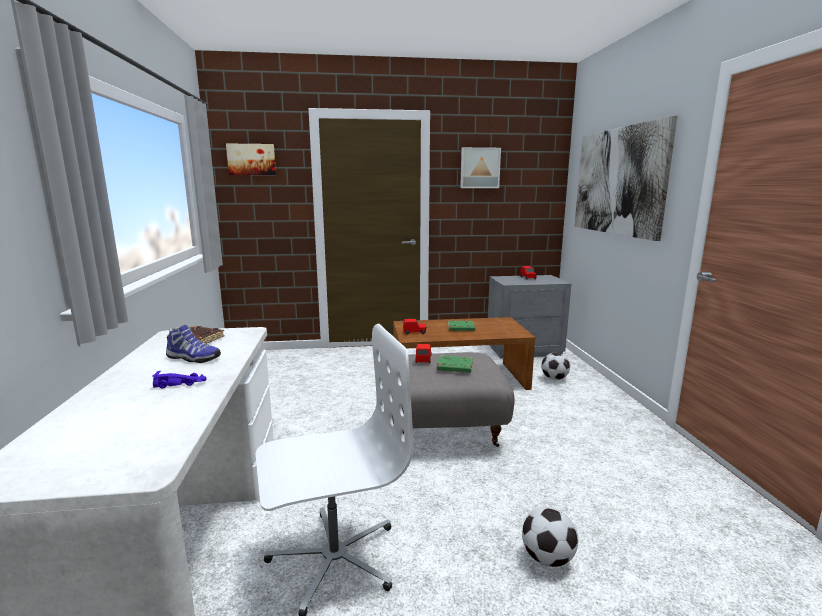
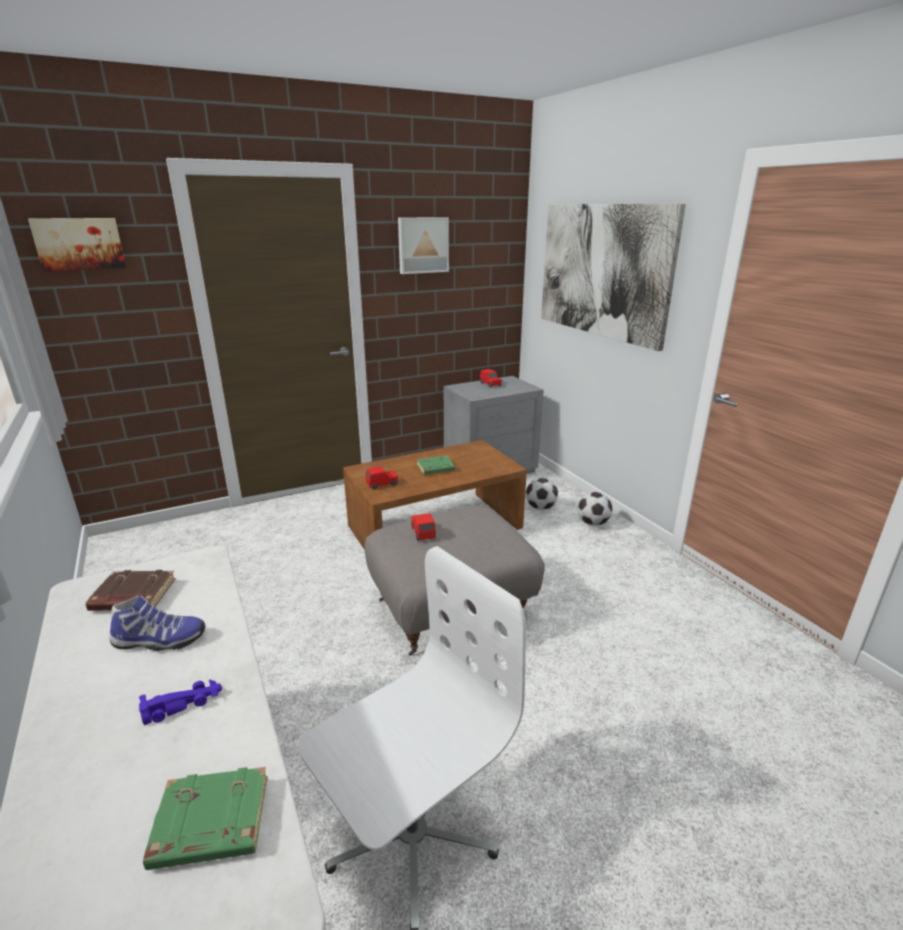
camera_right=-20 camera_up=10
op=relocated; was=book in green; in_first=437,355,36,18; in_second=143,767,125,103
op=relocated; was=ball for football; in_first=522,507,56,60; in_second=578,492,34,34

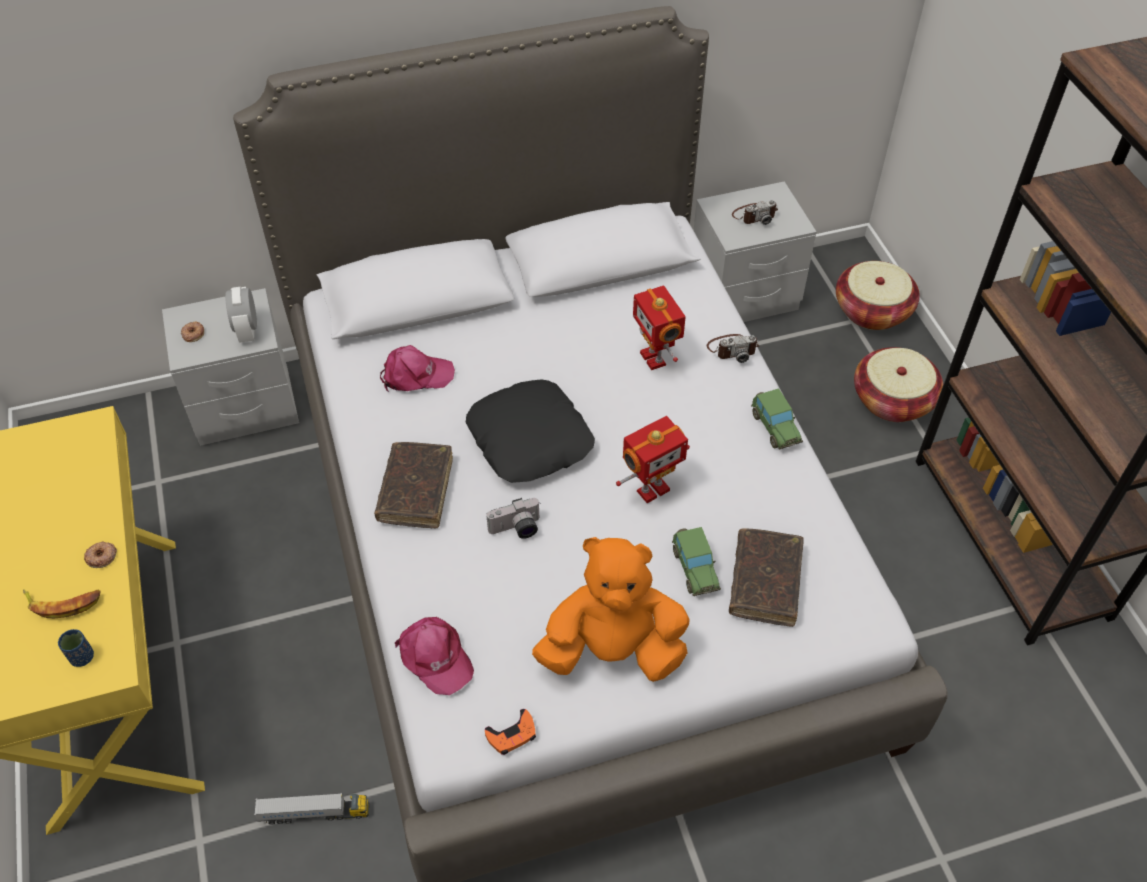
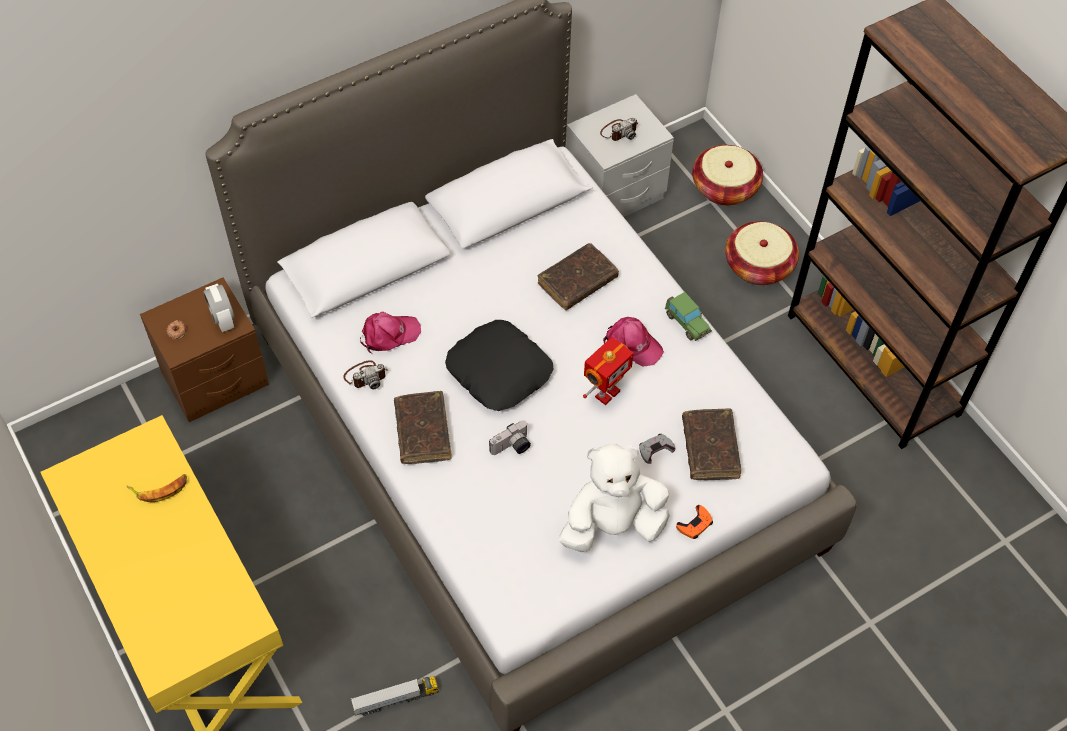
camera_right=-15 camera_up=5
op=relocated; was=whole banana; in_first=23,589,78,29; in_second=127,474,60,28
op=colour; was=nightstand in gray; now=nightstand in brown; in_first=162,288,137,158; in_second=140,277,129,145
op=relocated; was=still camera; in_first=707,334,53,29; in_second=343,360,45,30
op=exchanged; was=toy robot; now=book in brown; in_first=633,285,53,85; in_second=538,243,81,67
op=colour; was=plush toy in orangey; now=plush toy in whitish; in_first=532,537,158,145; in_second=559,444,111,108
op=relocated; was=baseball cap in pink-coloured; in_first=395,617,79,78; in_second=603,317,61,50
op=exchanged; was=model car; now=gamepad in gray; in_first=672,527,49,69; in_second=639,434,36,30
op=relocated; was=gamepad in orangey; in_first=485,709,51,46; in_second=676,505,37,34
op=missing; was=cup in blue; in_first=58,629,36,38
op=missing; was=ring doughnut; in_first=84,542,33,26

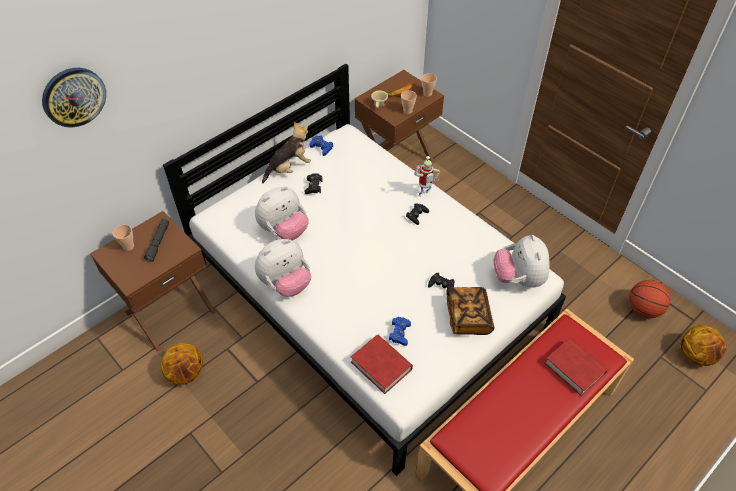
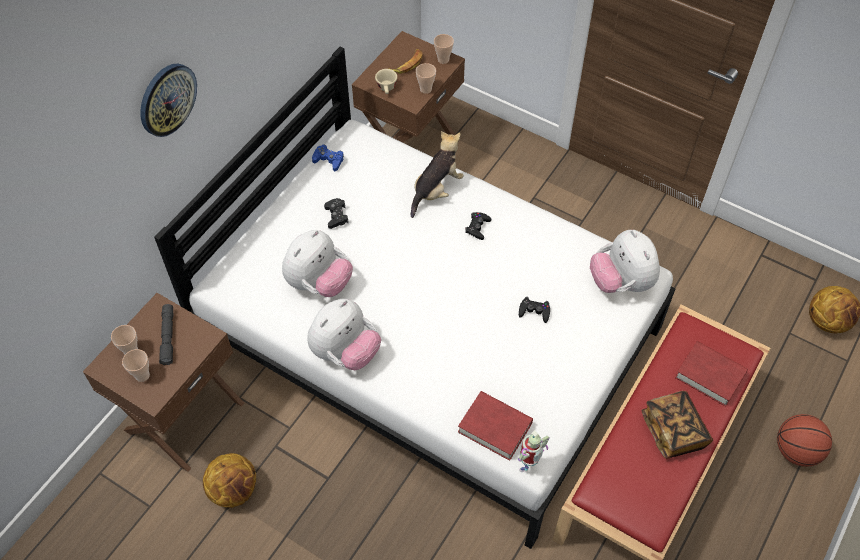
camera_right=-15 camera_up=5
op=appeared; now=cup; in_second=122,349,28,33
op=relocated; was=wall clock; in_first=42,68,64,60; in_second=140,64,57,73
op=relocated; was=plush toy; in_first=262,122,49,61; in_second=411,131,53,87
op=relocated; was=toy robot; in_first=414,156,26,41; in_second=518,430,32,42
op=relocated; was=book; in_first=447,287,47,48; in_second=642,391,71,68
op=relocated; was=basketball ball; in_first=629,280,42,38; in_second=777,414,55,53
op=missing; was=gamepad in blue; in_first=389,317,22,29

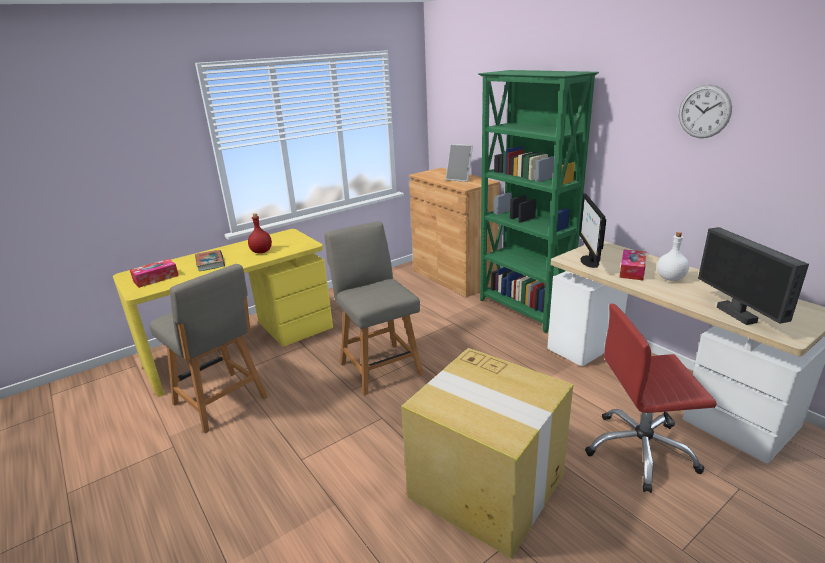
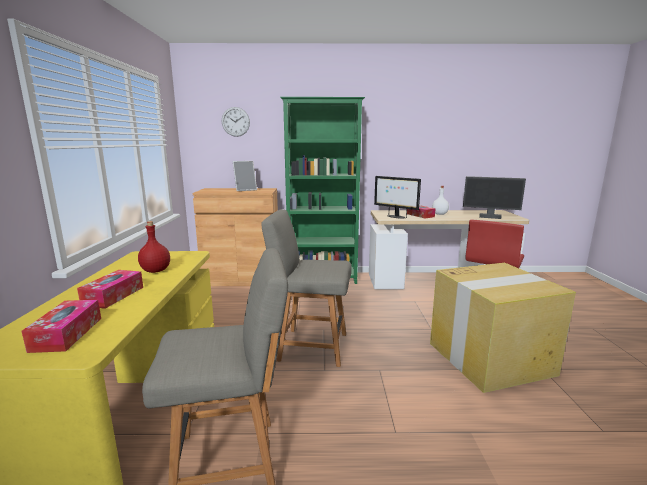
camera_right=-55 camera_up=-10
op=exchanged; was=book; now=tissue holder; in_first=195,250,30,21; in_second=77,270,66,39
op=relocated; was=wall clock; in_first=679,85,53,53; in_second=222,107,28,30

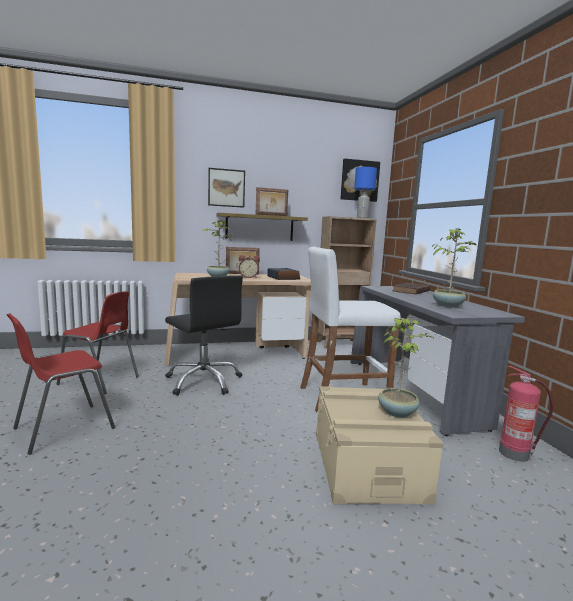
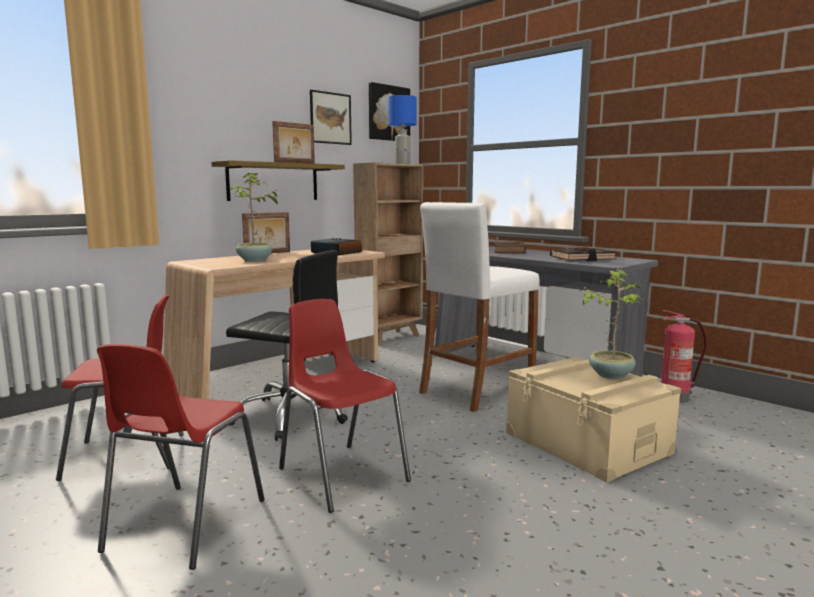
camera_right=-30 camera_up=0
op=appeared; now=upright chair in red-coloured; in_second=279,299,132,214
op=relocated; was=picture; in_first=208,168,37,40; in_second=310,90,42,55
op=exchanged; was=potted plant; now=book in black; in_first=432,229,44,79; in_second=550,247,66,14
op=missing; was=bedside clock; in_first=239,255,21,23

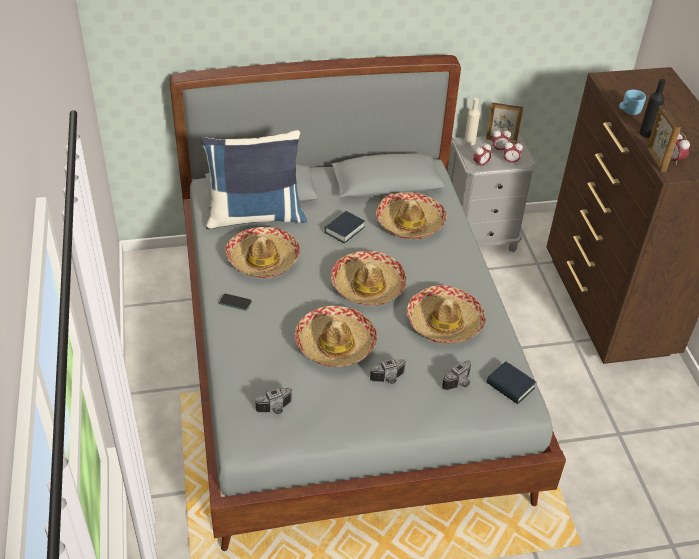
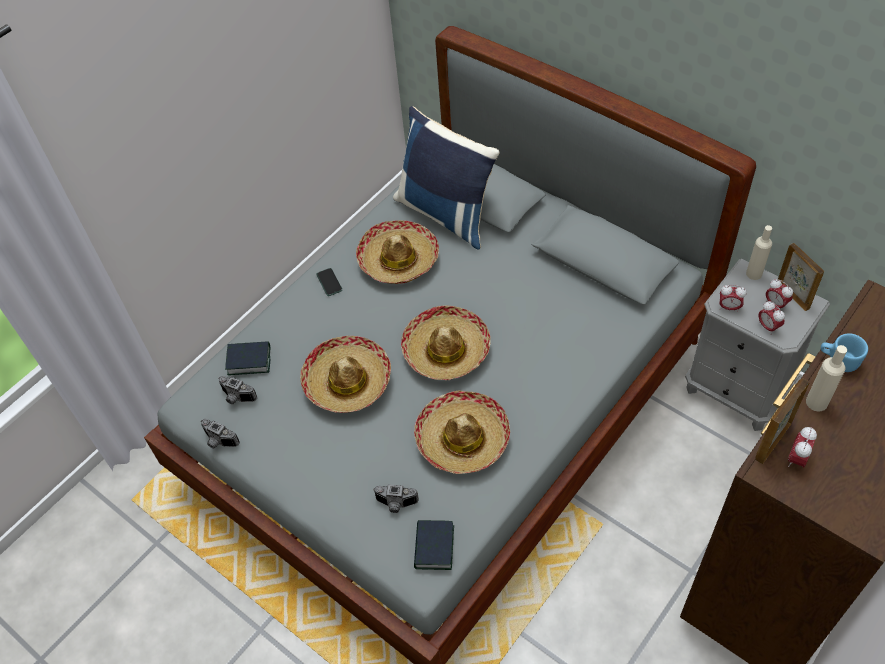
camera_right=55 camera_up=10
op=relocated; was=still camera; in_first=370,359,36,25; in_second=201,419,39,30
op=relocated; was=book; in_first=324,211,41,32; in_second=225,341,46,34
op=colour; was=bottle in black; now=bottle in beige-coloured; in_first=639,79,27,59; in_second=806,345,41,67
op=missing; was=hat; in_first=376,192,71,47

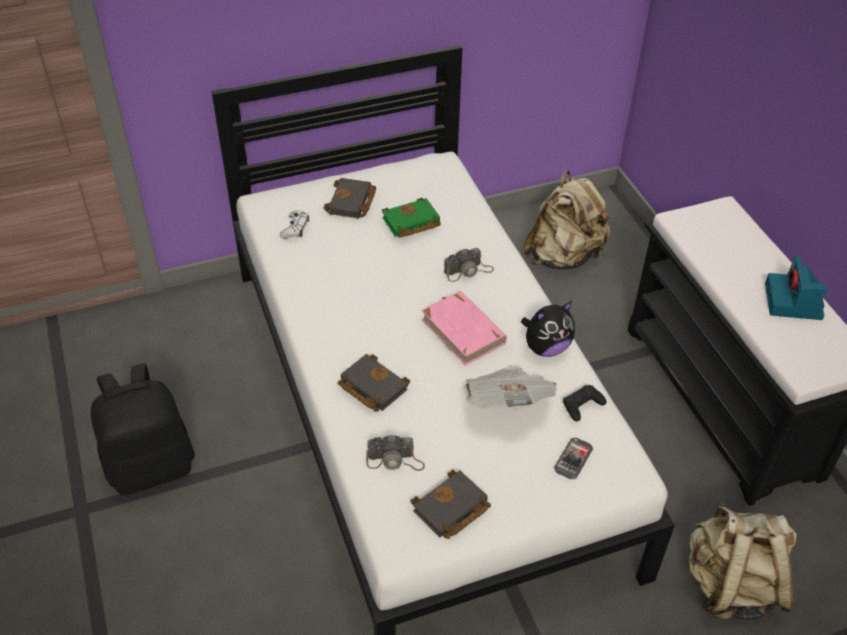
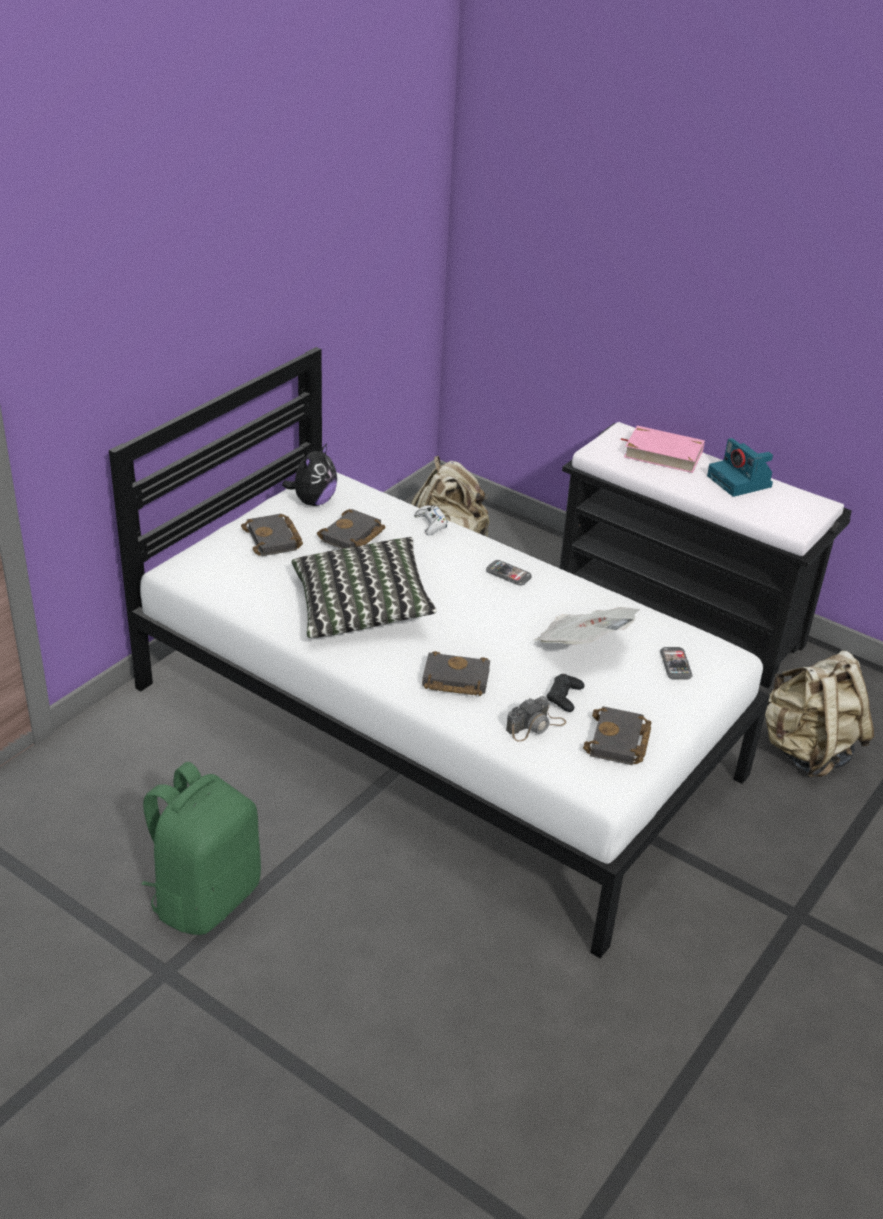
camera_right=-35 camera_up=-10
op=colour; was=rucksack in black; now=rucksack in green; in_first=91,364,104,131; in_second=141,762,120,173
op=relocated; was=plush toy; in_first=521,301,54,56; in_second=282,443,55,63
op=appeared; now=pillow; in_second=292,537,145,101
op=colour; was=book in green; now=book in black; in_first=382,198,59,40; in_second=317,509,69,40
op=relocated; was=gamepad in whitish; in_first=280,210,29,29; in_second=414,505,34,30
op=appeared; now=phone; in_second=486,560,46,26
op=relocated; was=gamepad in black; in_first=563,385,43,36; in_second=547,674,37,38
op=relocated; was=book in pink-coloured; in_first=421,291,86,75; in_second=620,426,85,47
op=missing; was=still camera; in_first=444,248,50,34

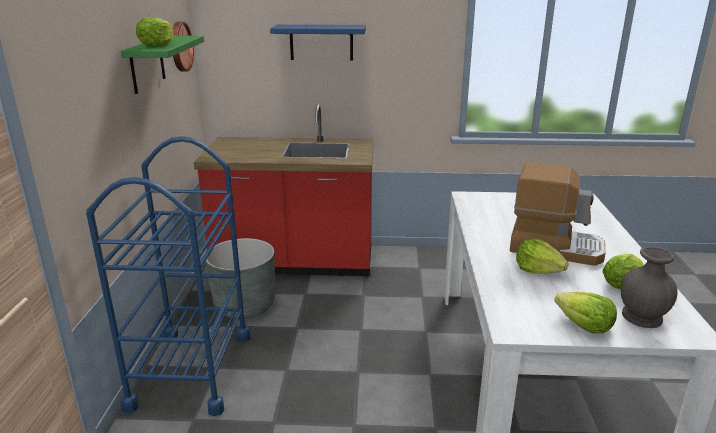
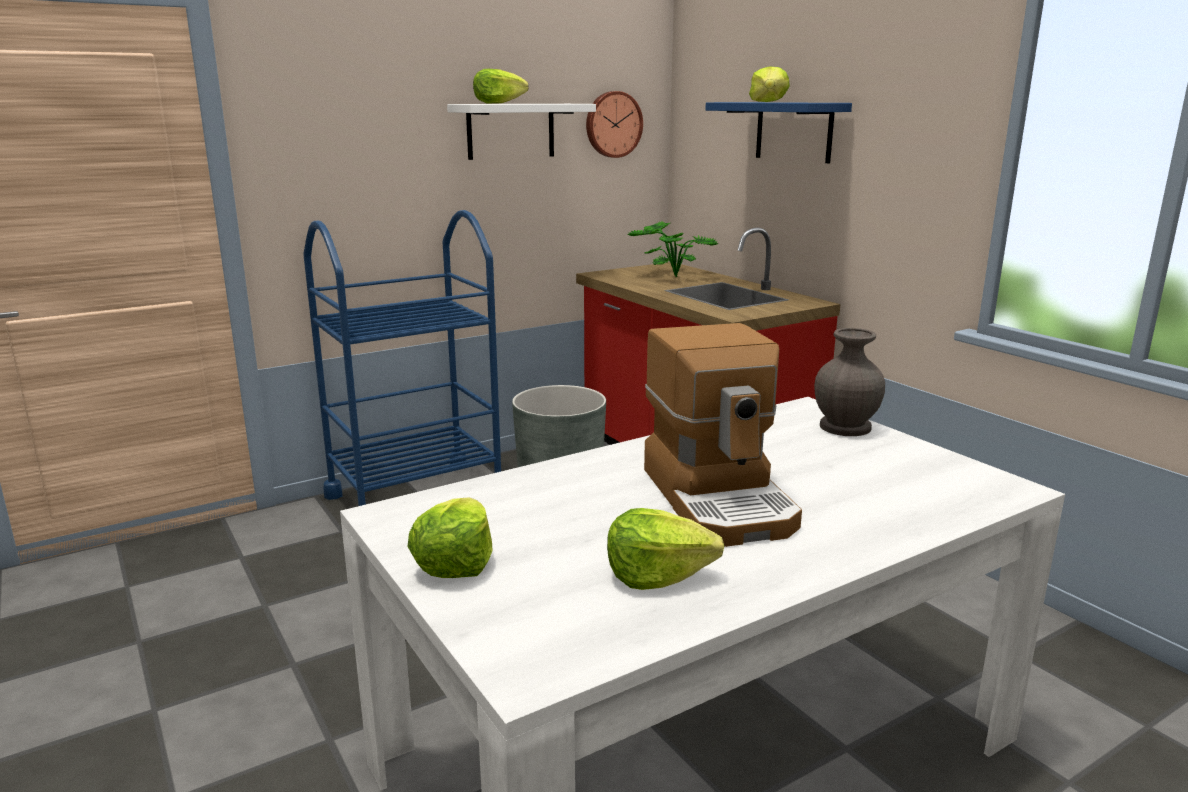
camera_right=55 camera_up=-5
op=colour; was=bracket shelf in green; now=bracket shelf in whitish; in_first=121,36,83,58; in_second=447,104,149,56
op=appeared; now=potted plant; in_second=628,221,90,56
op=relocated; was=lettuce; in_first=516,238,53,36; in_second=749,66,41,36
op=relocated; was=vase in gray; in_first=621,246,57,82; in_second=814,328,71,108

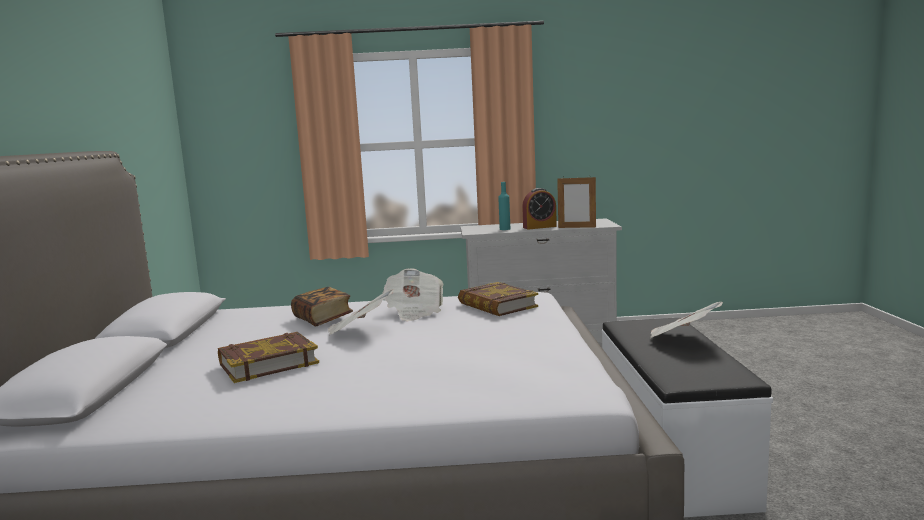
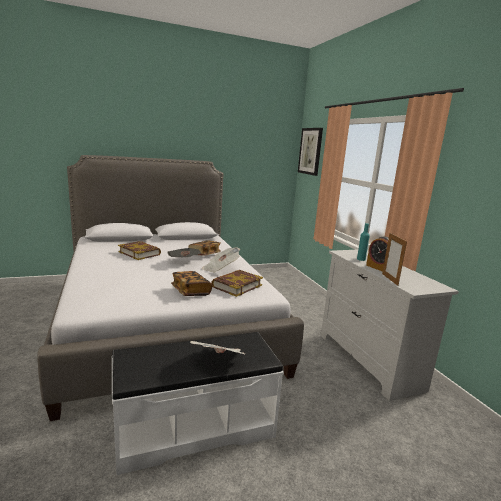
camera_right=70 camera_up=5
op=appeared; now=book; in_second=171,271,41,25
op=appeared; now=picture; in_second=298,128,25,48

